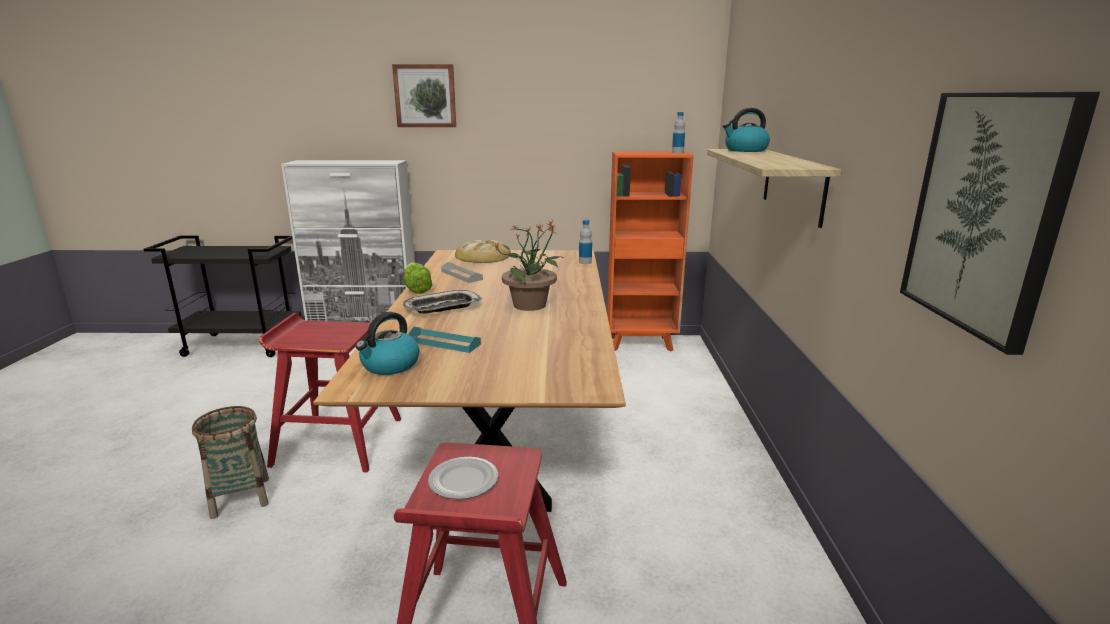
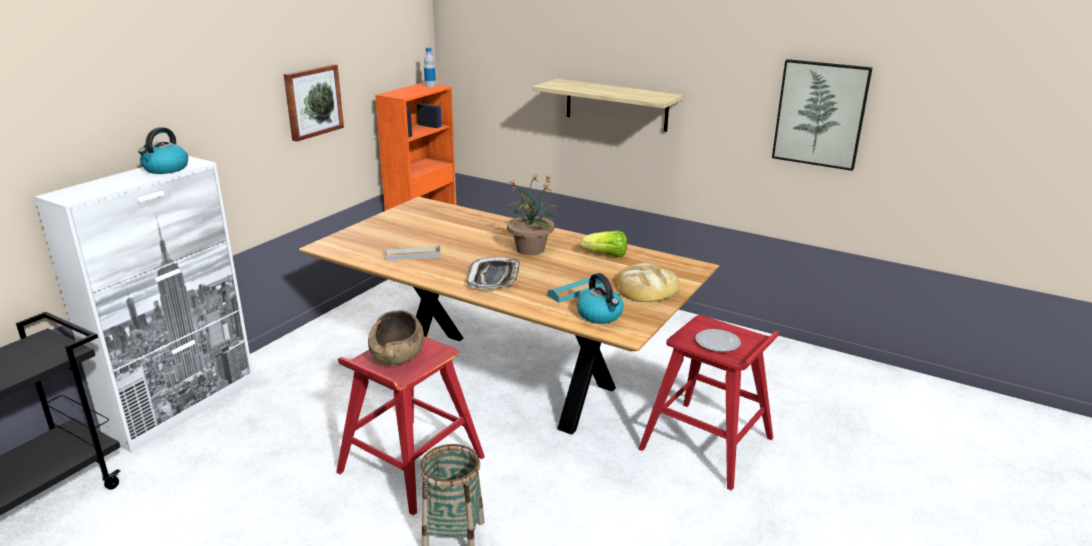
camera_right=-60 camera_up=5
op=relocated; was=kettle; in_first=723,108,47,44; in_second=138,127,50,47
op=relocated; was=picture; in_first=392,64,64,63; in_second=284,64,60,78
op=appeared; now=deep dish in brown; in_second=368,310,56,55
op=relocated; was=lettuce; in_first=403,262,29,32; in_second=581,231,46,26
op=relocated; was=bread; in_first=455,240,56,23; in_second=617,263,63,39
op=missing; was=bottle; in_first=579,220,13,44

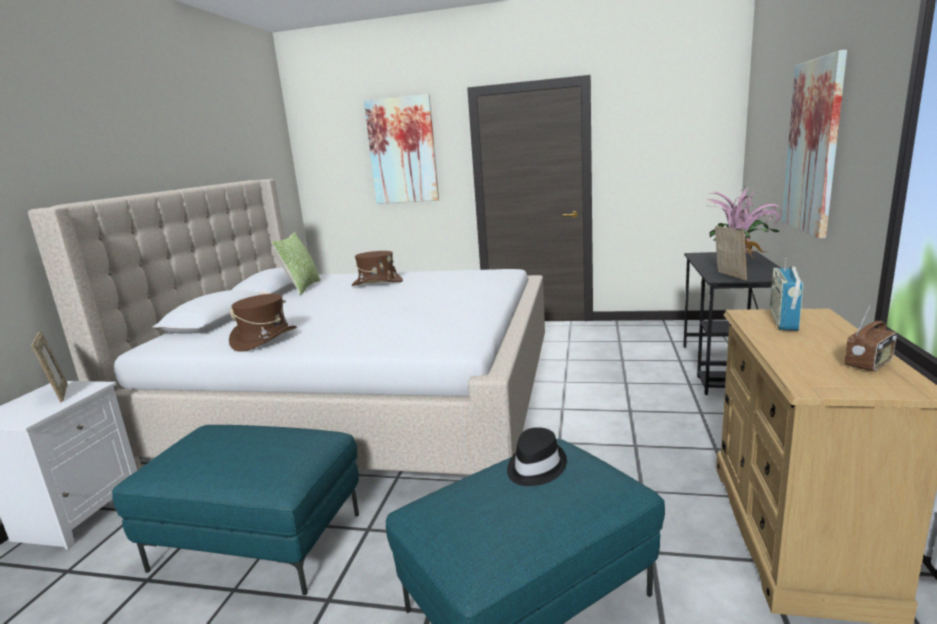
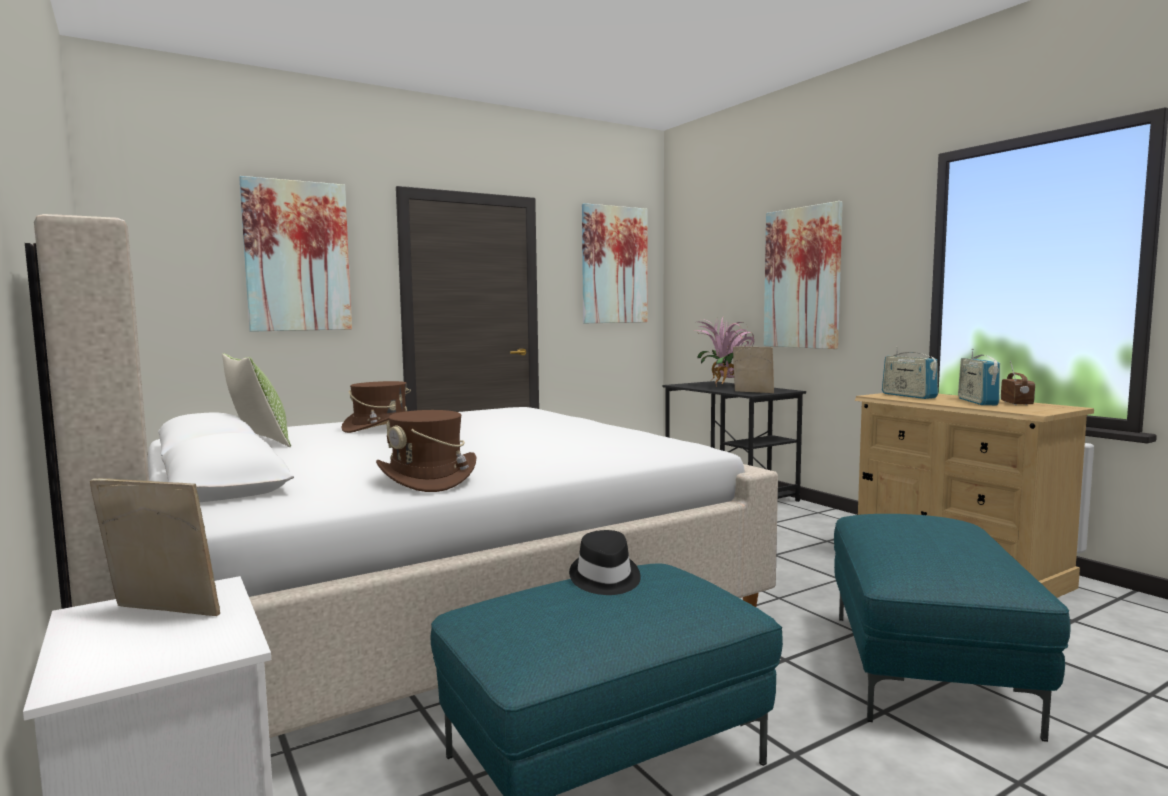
camera_right=-45 camera_up=-10
op=relocated; was=hat in black; in_first=507,427,60,59; in_second=569,530,72,65
op=appeared; now=picture; in_second=582,203,65,120
op=appeared; now=radio; in_second=958,349,42,56

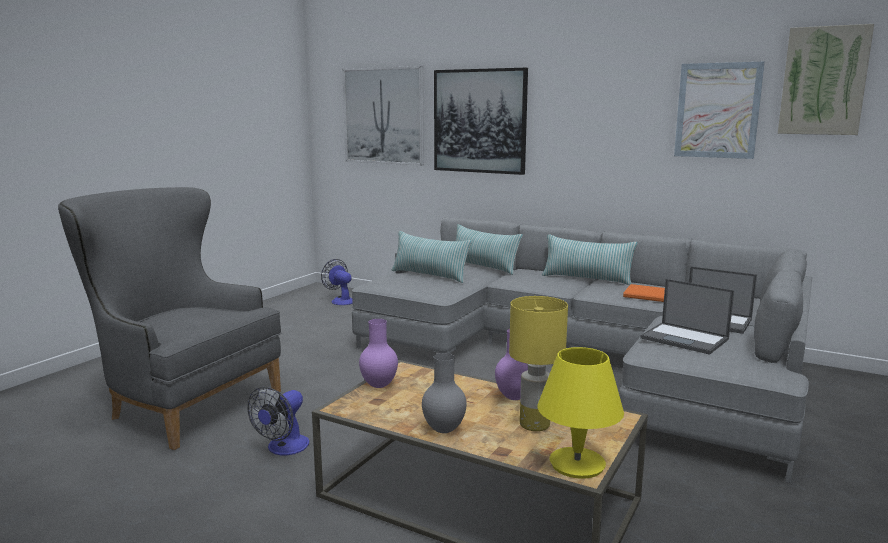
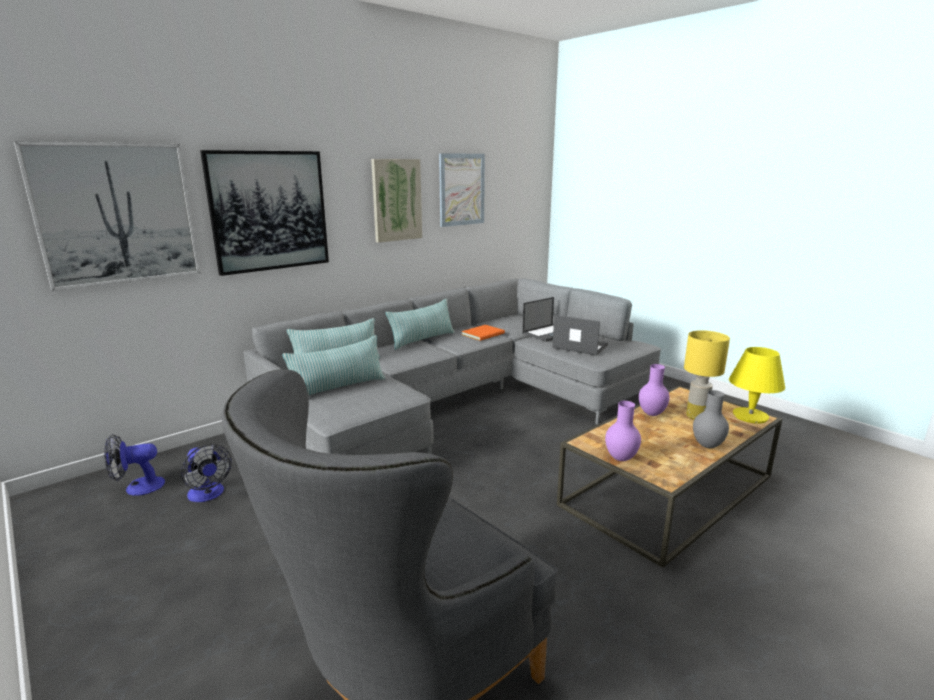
camera_right=-70 camera_up=5
op=relocated; was=electric fan; in_first=247,387,62,68; in_second=181,444,51,58
op=relocated; was=picture; in_first=778,24,96,111; in_second=371,159,51,84
op=spun; was=portable computer; in_first=640,279,94,76; in_second=552,315,56,41; clockwise=-120

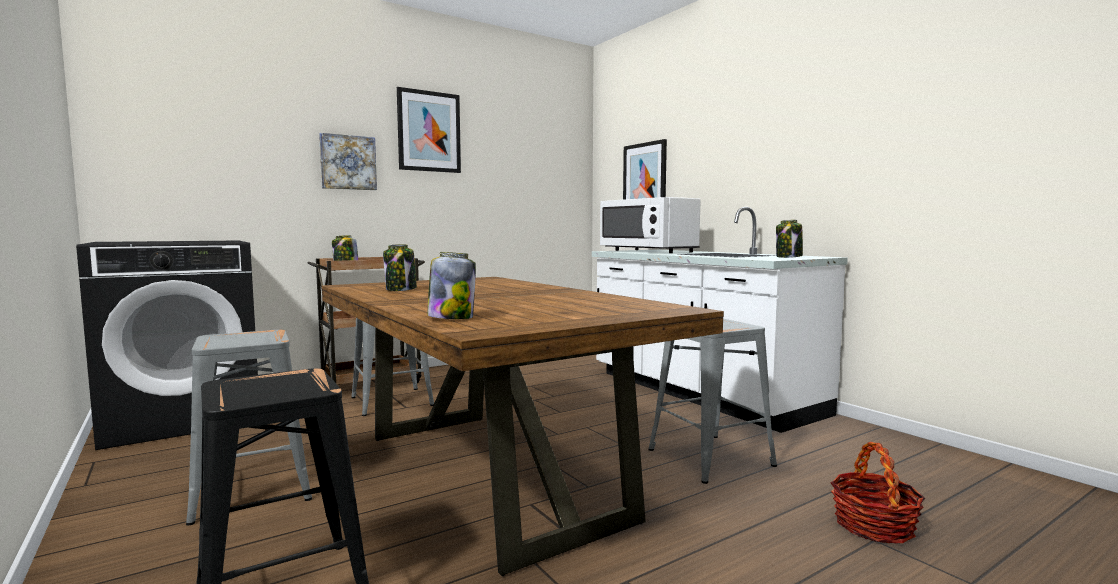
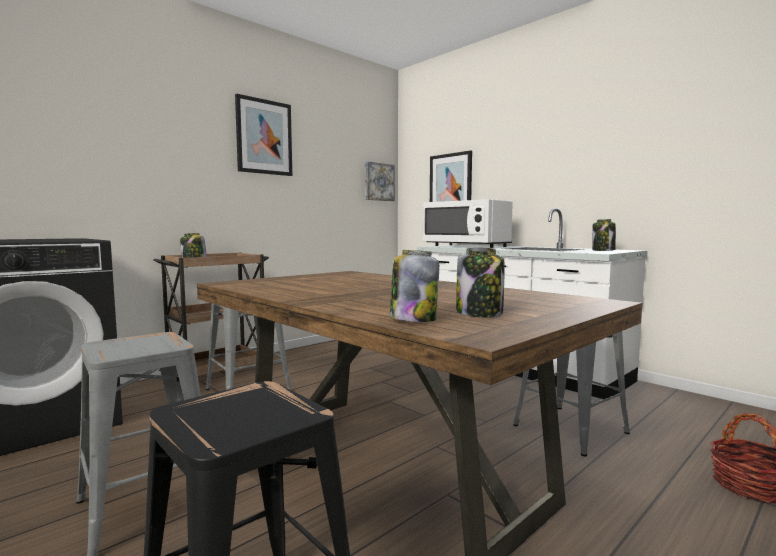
camera_right=-10 camera_up=0
op=relocated; was=picture; in_first=319,133,58,57; in_second=365,162,30,39
op=relocated; was=jar; in_first=383,244,34,47; in_second=456,248,49,70

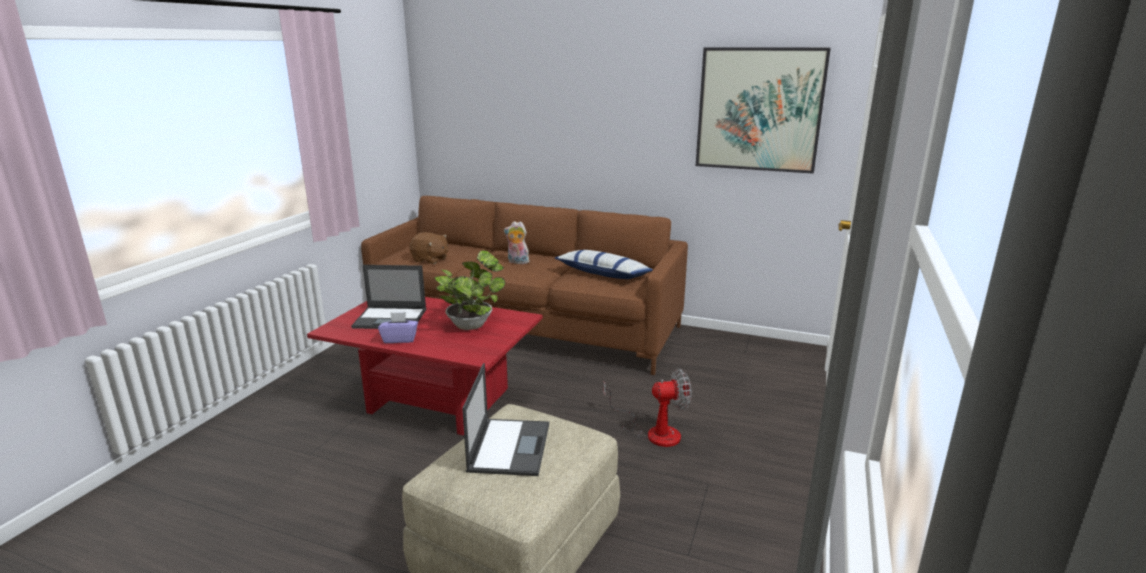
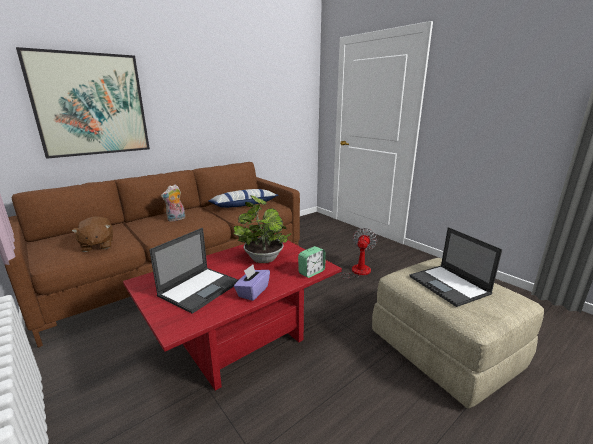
camera_right=-60 camera_up=0
op=relocated; was=picture; in_first=696,47,135,127; in_second=16,47,134,112
op=spun; was=plush toy in brown; in_first=409,232,40,32; in_second=71,217,42,35; clockwise=105
op=appeared; now=bedside clock; in_second=298,246,27,32
op=spun; was=portable computer; in_first=462,363,87,113; in_second=409,227,93,80; clockwise=-150

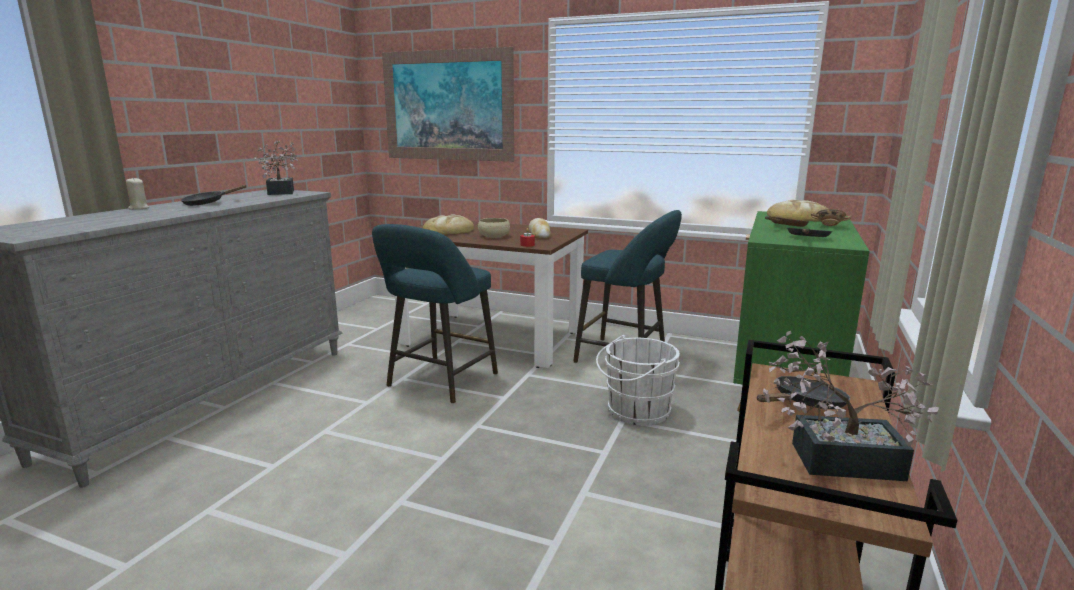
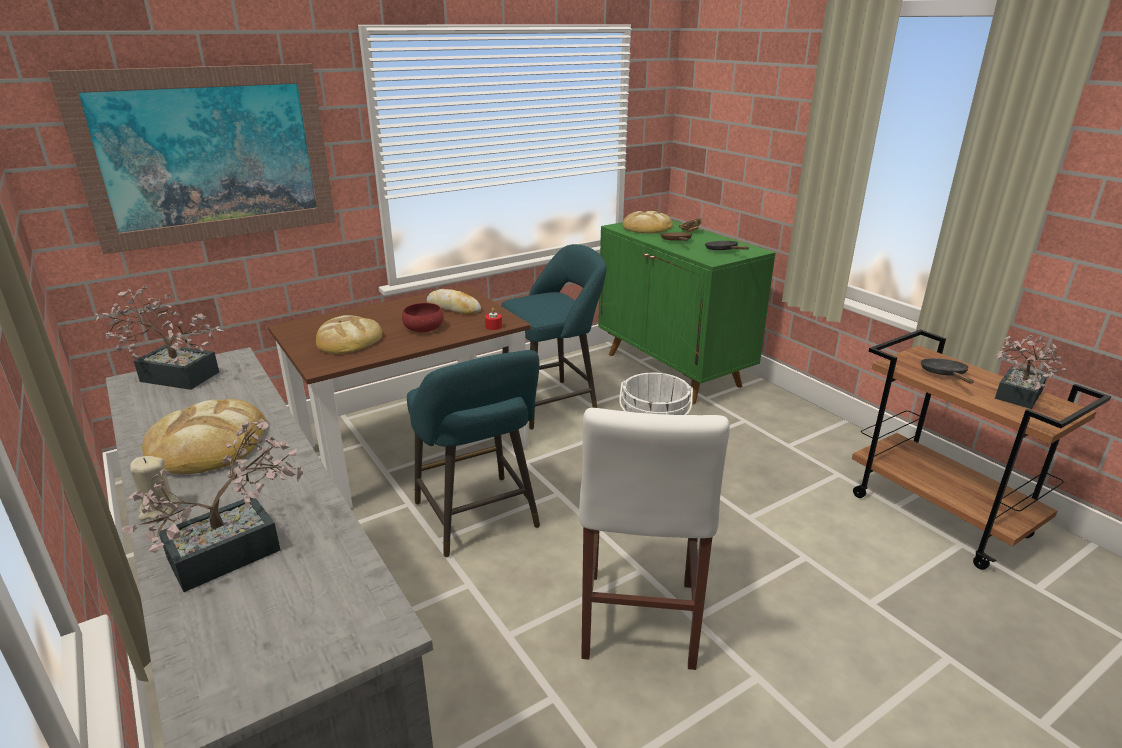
camera_right=-55 camera_up=10
op=appeared; now=potted plant; in_second=122,418,181,174
op=exchanged; was=pan in black; now=bread; in_first=181,185,66,21; in_second=142,399,124,75
op=colour; was=deep dish in beige-coloured; now=deep dish in red-coloured; in_first=478,218,32,20; in_second=402,303,41,29
op=appeared; now=stool in whitish; in_second=579,408,151,262

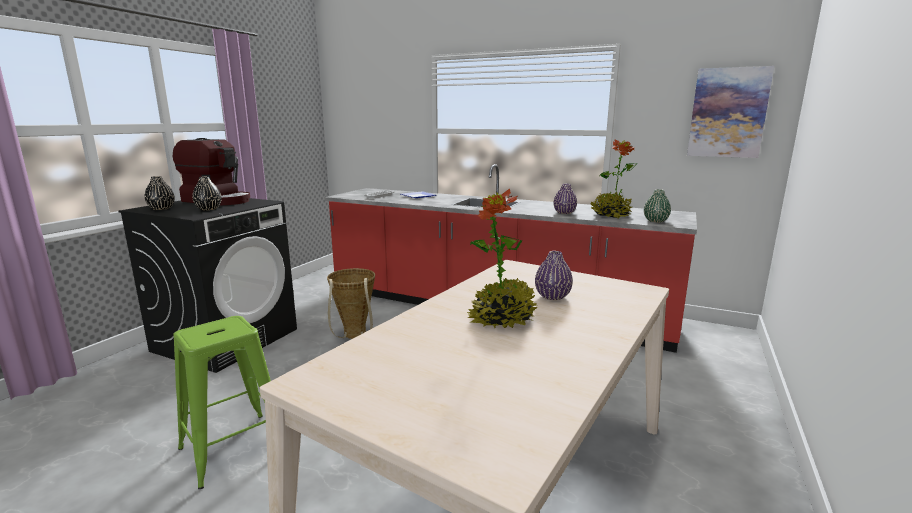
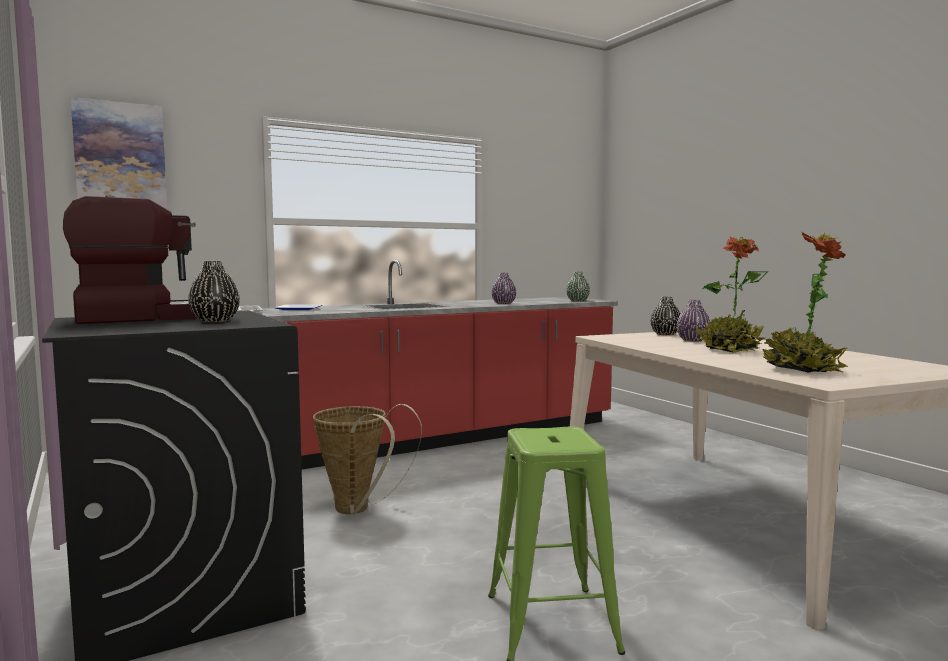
camera_right=-55 camera_up=-10
op=relocated; was=picture; in_first=687,66,87,92; in_second=71,97,96,112
op=relocated; was=vase in black; in_first=145,176,30,34; in_second=650,297,30,38
op=relocated; was=potted plant; in_first=591,139,47,79; in_second=762,232,87,141

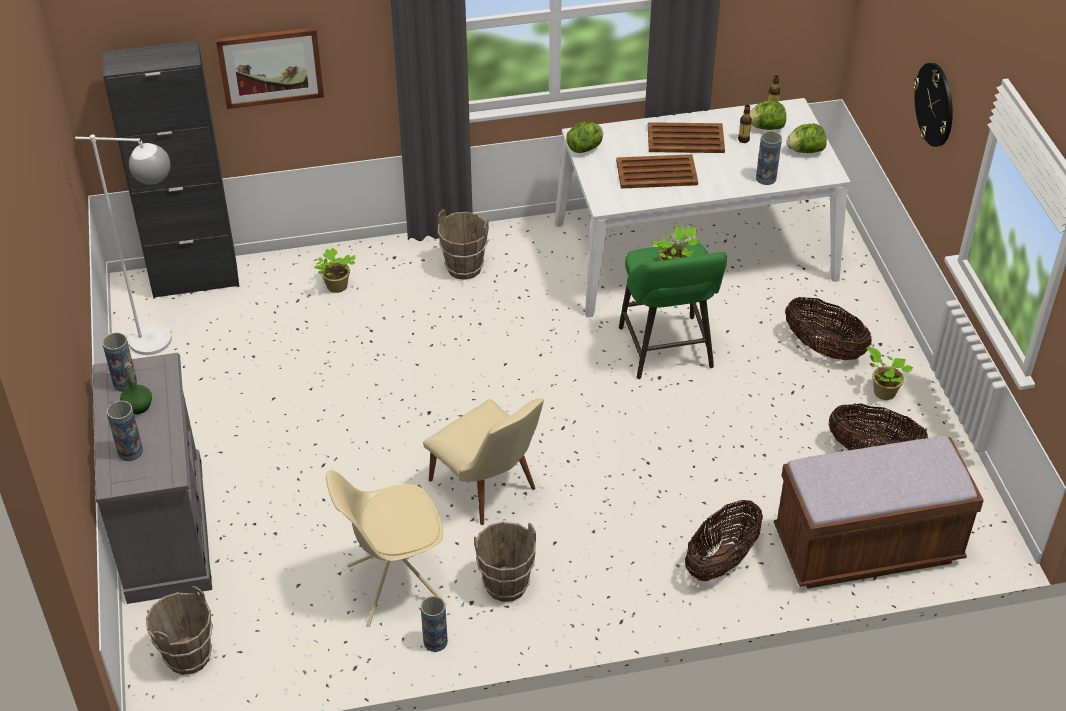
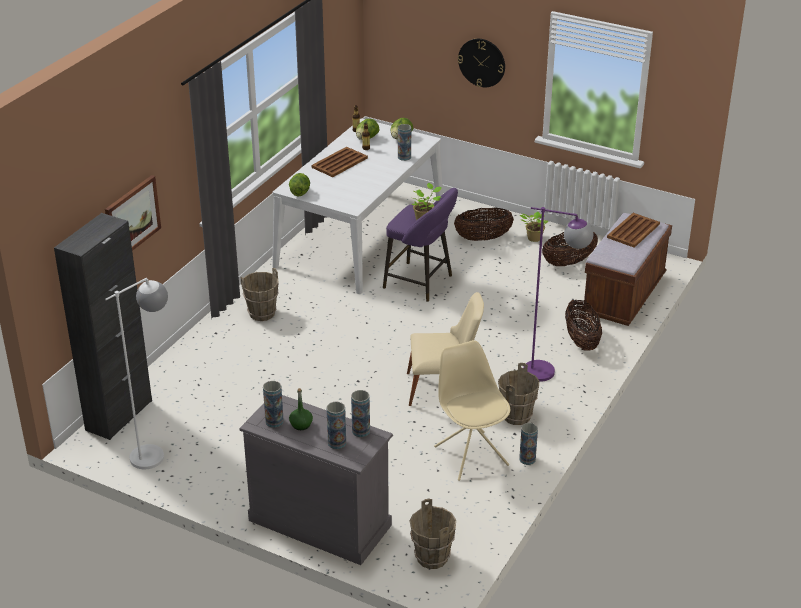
camera_right=-50 camera_up=-10
op=appeared; now=vase; in_second=351,390,19,47
op=colour; was=stool in green; now=stool in purplish; in_first=619,243,108,136; in_second=383,188,75,114
op=spun; was=upright chair in beige-coloured; in_first=326,470,120,157; in_second=434,340,76,141; clockwise=135
op=appeared; now=standard lamp in purplish; in_second=523,207,71,175
op=relocated; was=tray in brown; in_first=616,154,82,35; in_second=607,213,53,35
op=missing; was=potted plant; in_first=314,248,42,45

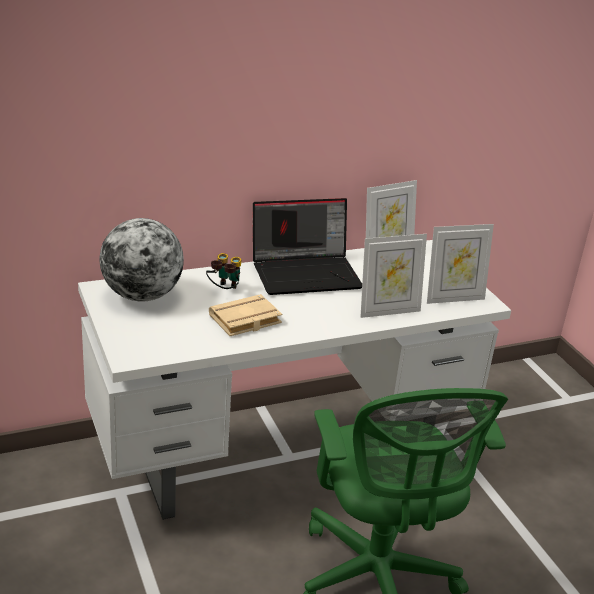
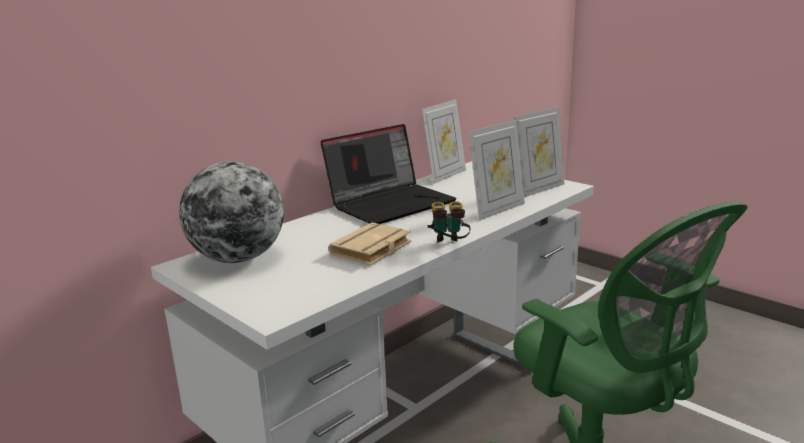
camera_right=-20 camera_up=-10
op=relocated; was=field glasses; in_first=206,253,35,36; in_second=427,201,44,41

